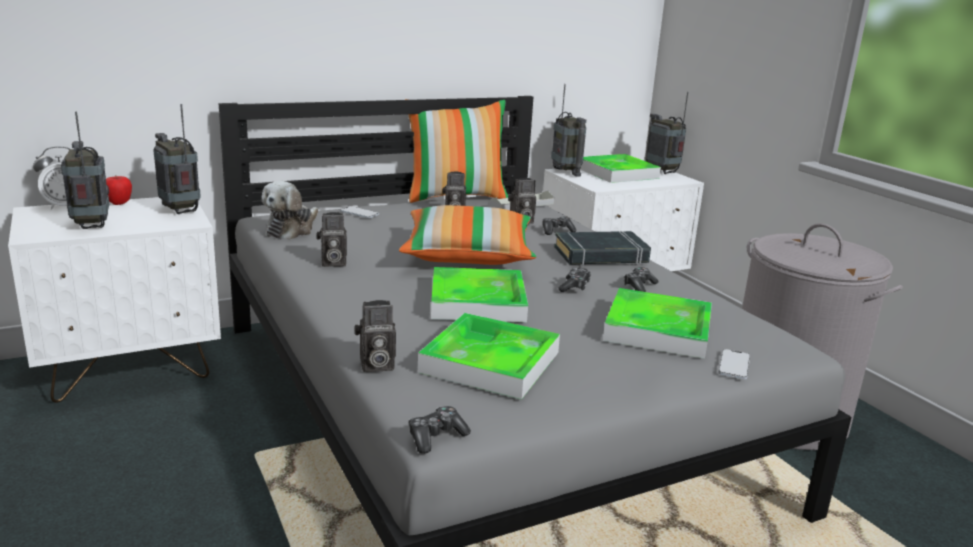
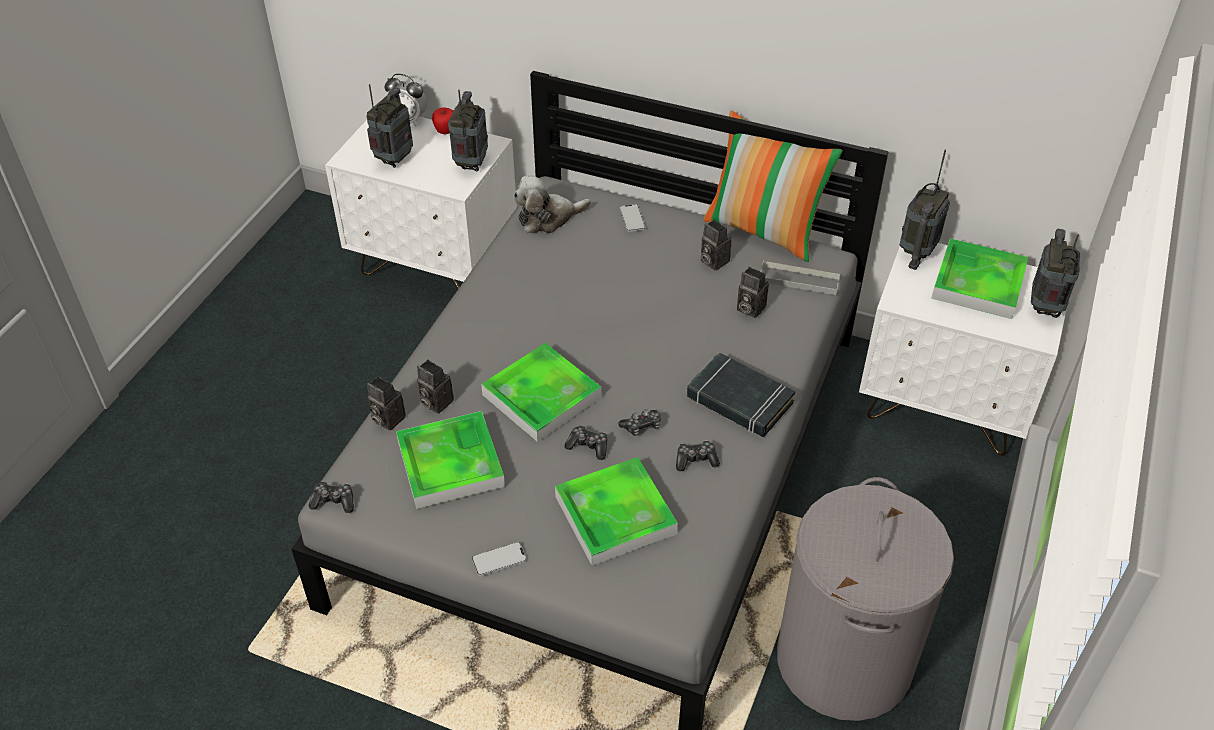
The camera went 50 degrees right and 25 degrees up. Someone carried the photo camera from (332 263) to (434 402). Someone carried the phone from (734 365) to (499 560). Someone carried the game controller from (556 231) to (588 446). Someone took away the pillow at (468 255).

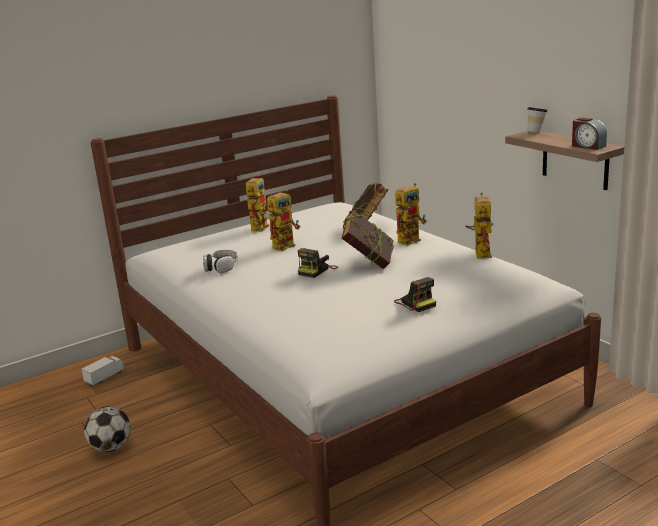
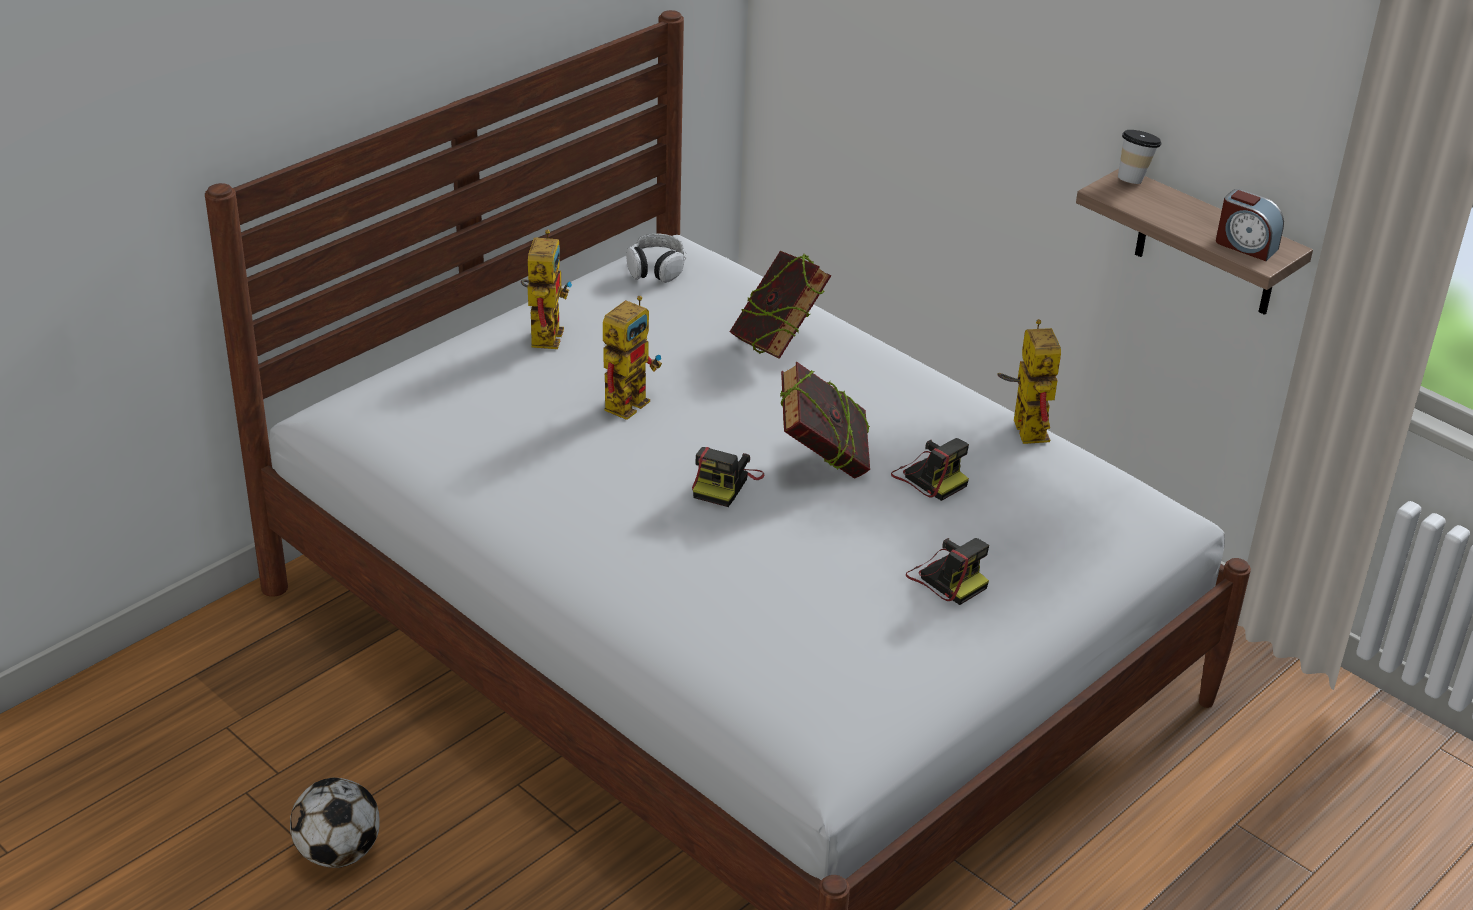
The camera went 15 degrees left and 15 degrees up. Someone carried the headphones from (221 267) to (656 268). Someone put down the photo camera at (929 477). Someone took away the toy truck at (105 376). Someone took away the toy robot at (411 239).

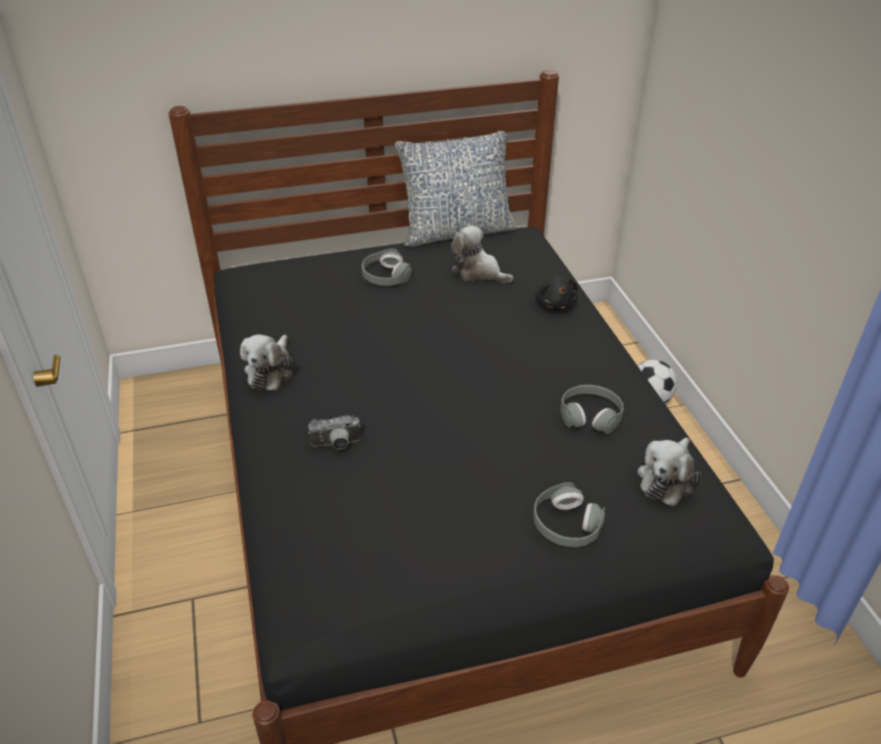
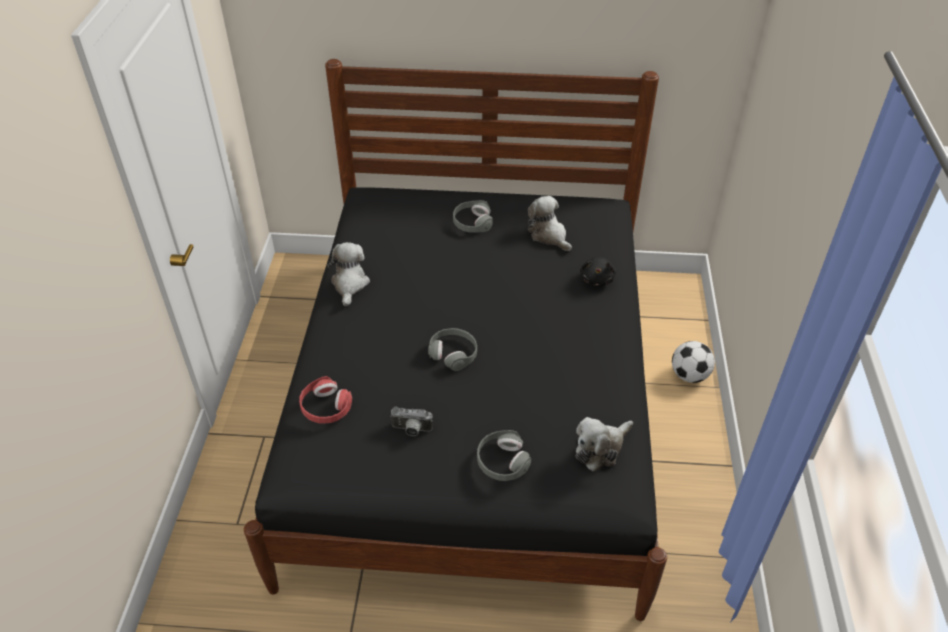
The camera went 20 degrees right and 5 degrees up. Someone put down the headphones (red) at (325 407). Someone rotated the plush toy at (271 371) by 150 degrees clockwise. Someone carried the photo camera from (336 445) to (411 430). Someone carried the headphones (grey) from (590 415) to (453 353). Someone took away the pillow at (456 231).

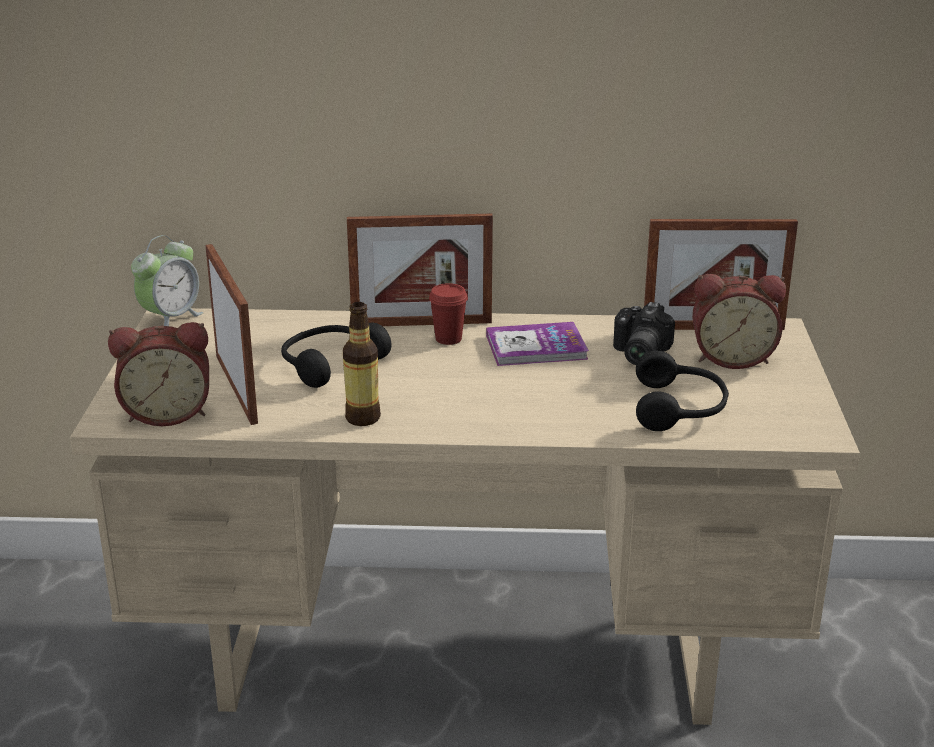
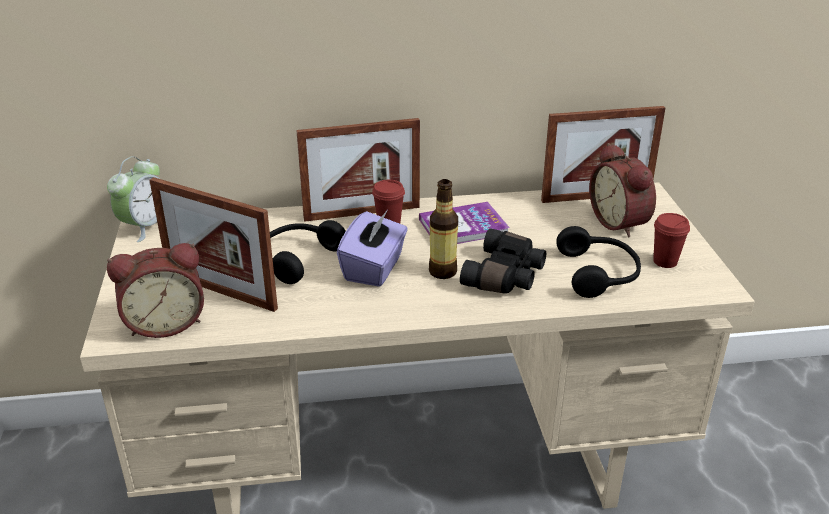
The camera went 10 degrees left and 5 degrees up. Someone rotated the picture frame at (236 388) by 150 degrees clockwise. Someone put down the tissue box (purple) at (374 268). Someone carried the bottle from (363 418) to (442 272). Someone put down the binoculars (black) at (506 276). Someone rotated the alarm clock at (731 358) by 75 degrees clockwise. Someone put down the cup (red) at (665 261). Someone took away the photo camera at (637 353).

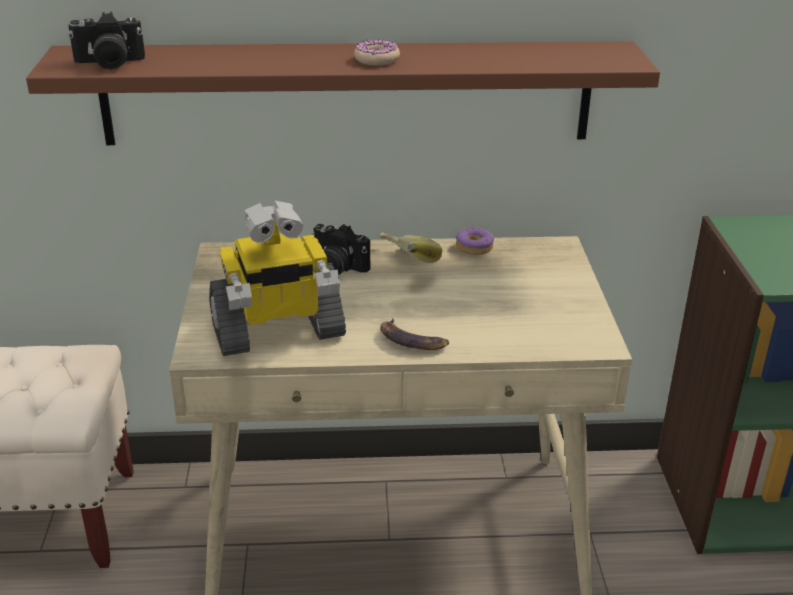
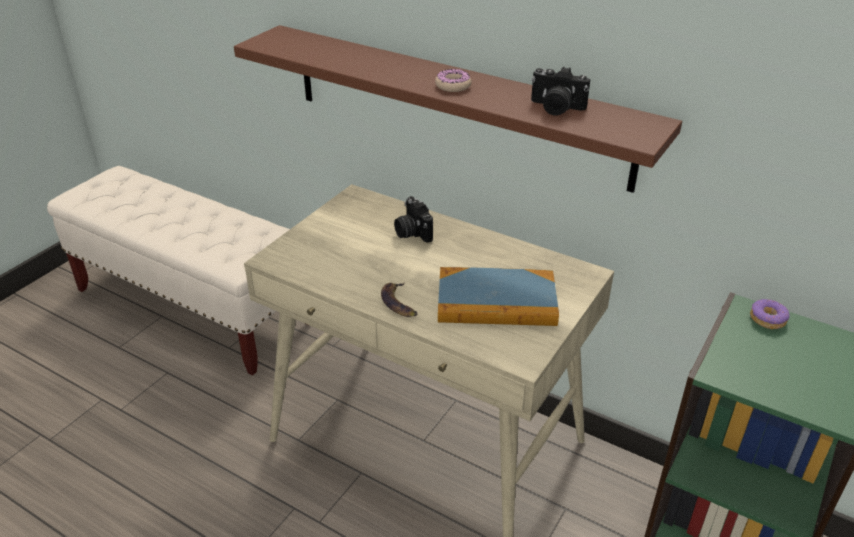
The camera went 35 degrees right and 5 degrees up. Someone put down the book at (496 302). Someone carried the photo camera from (109 63) to (555 108). Someone carried the donut from (474 248) to (768 319). Someone took away the toy robot at (277 331). Someone took away the banana at (404 266).

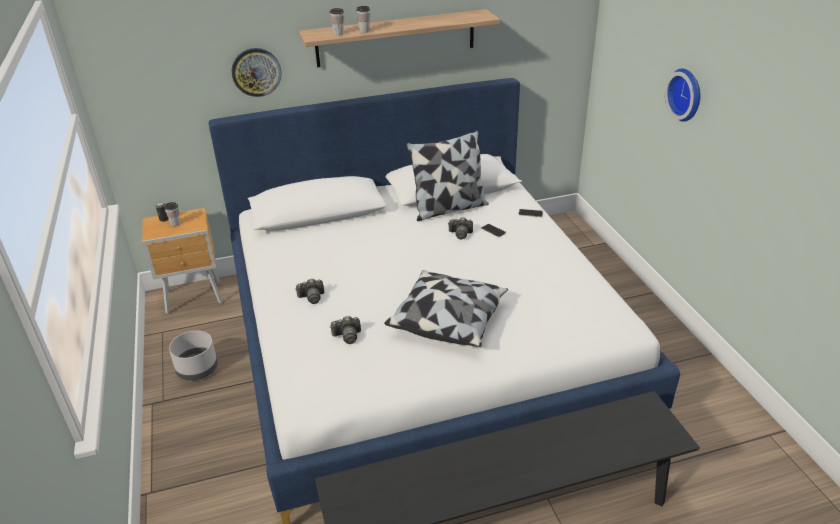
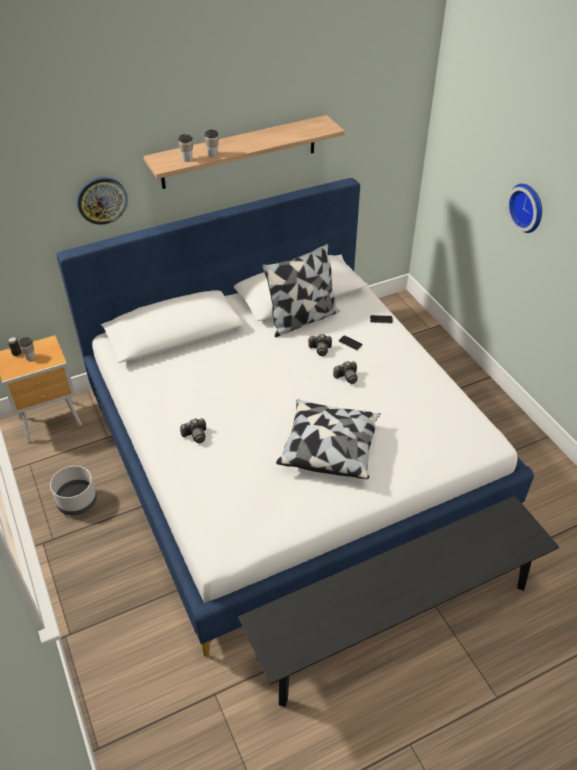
The camera went 10 degrees left and 10 degrees up. Someone carried the photo camera from (347 336) to (346 377).

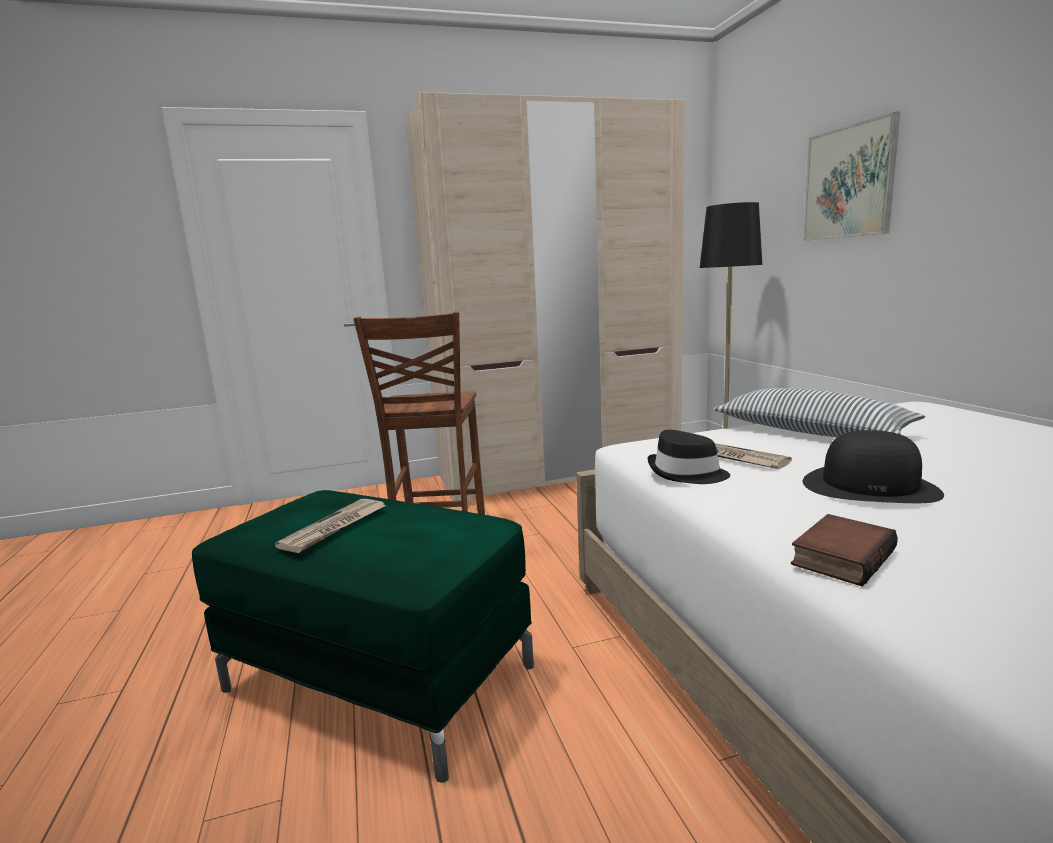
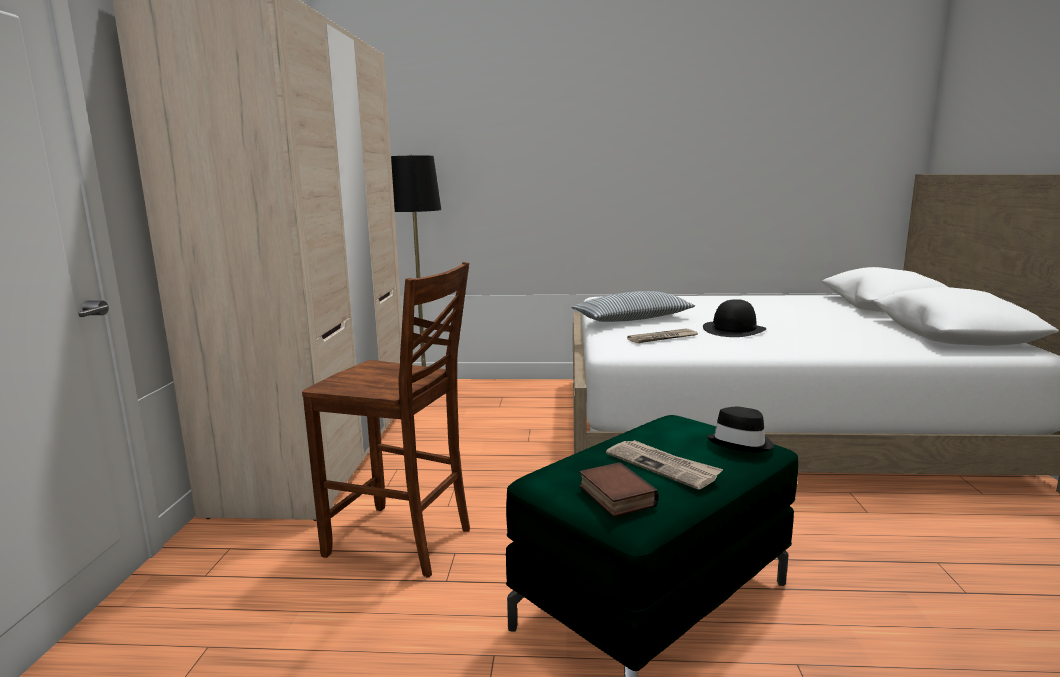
The camera went 70 degrees left and 0 degrees up. Someone carried the book from (840 556) to (614 496). Someone carried the hat (black) from (687 473) to (741 443). Someone took away the picture at (849 182).

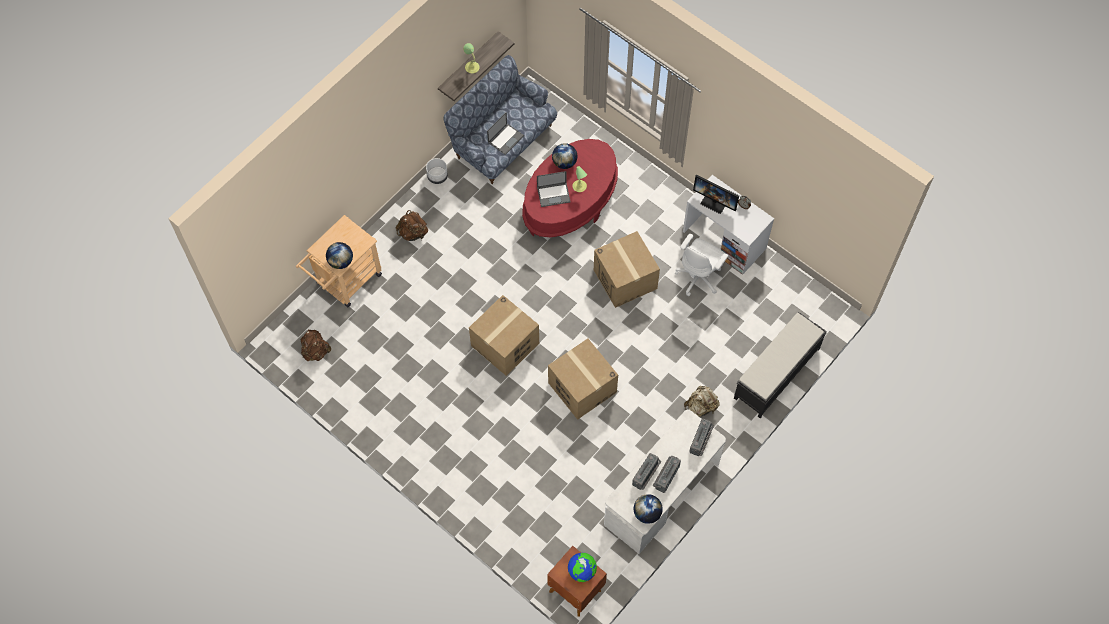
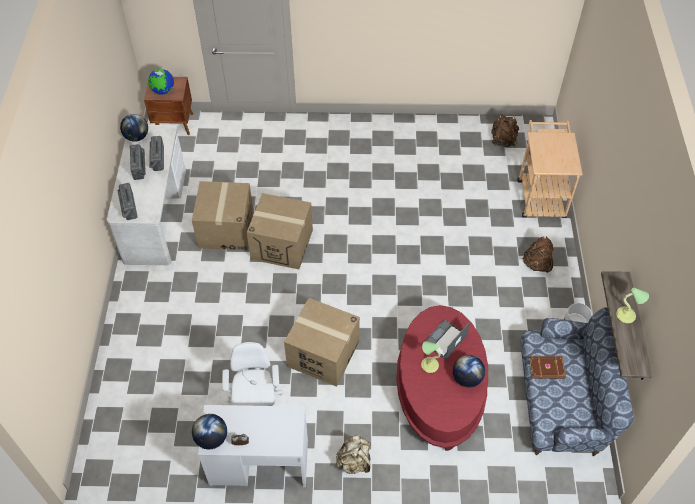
The camera went 140 degrees right and 10 degrees down. Someone carried the cardboard box from (505 345) to (226 229). Someone carried the globe from (341 261) to (211 438). Someone carried the backpack (beige) from (701 406) to (354 461). Someone swapped the laptop at (506 138) for the book (brown) at (547 369). Someone took away the monitor at (715 201). Someone took away the bench (black) at (776 374).

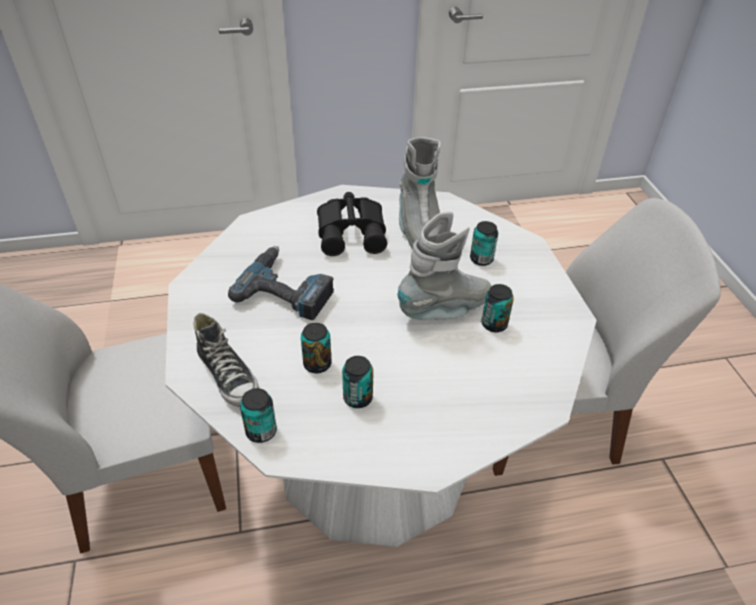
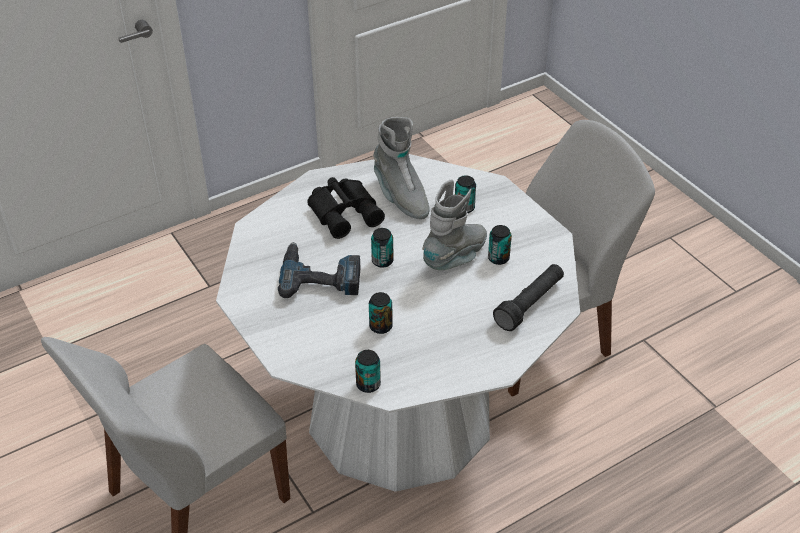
The camera went 20 degrees left and 0 degrees up. Someone carried the can from (358 398) to (382 261). Someone put down the flashlight (black) at (530 304). Someone took away the shoe at (229 376).

